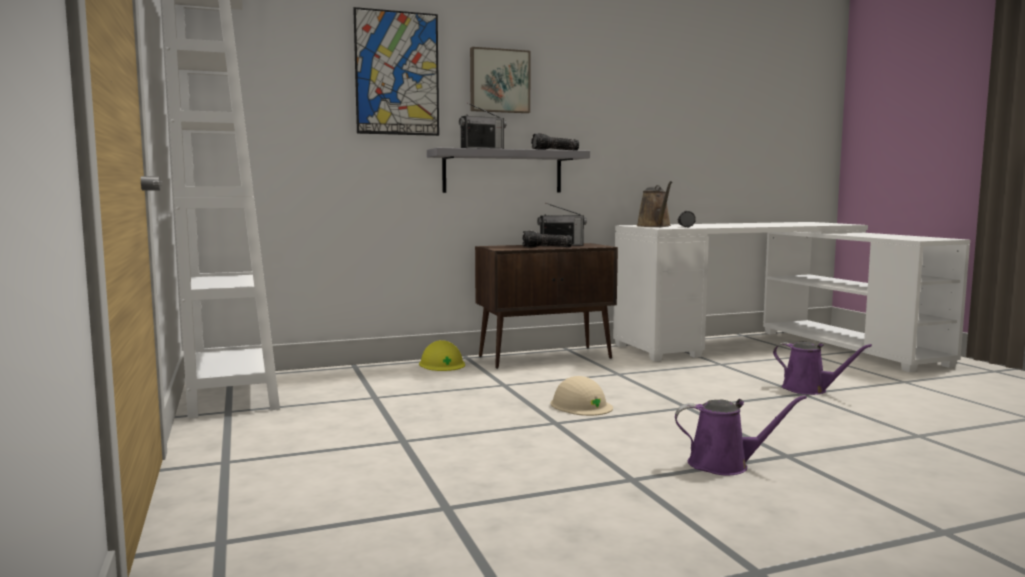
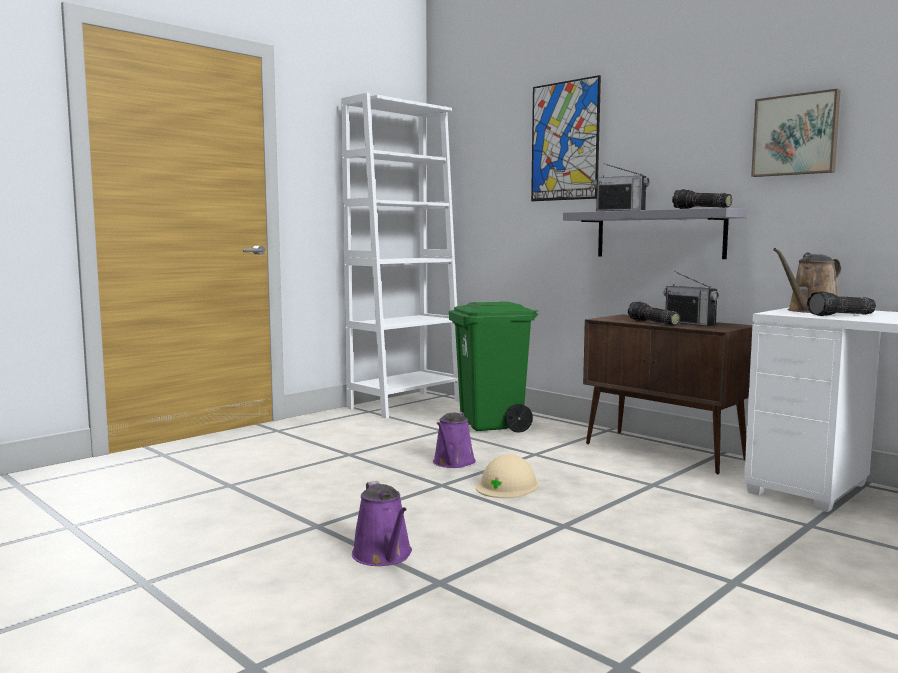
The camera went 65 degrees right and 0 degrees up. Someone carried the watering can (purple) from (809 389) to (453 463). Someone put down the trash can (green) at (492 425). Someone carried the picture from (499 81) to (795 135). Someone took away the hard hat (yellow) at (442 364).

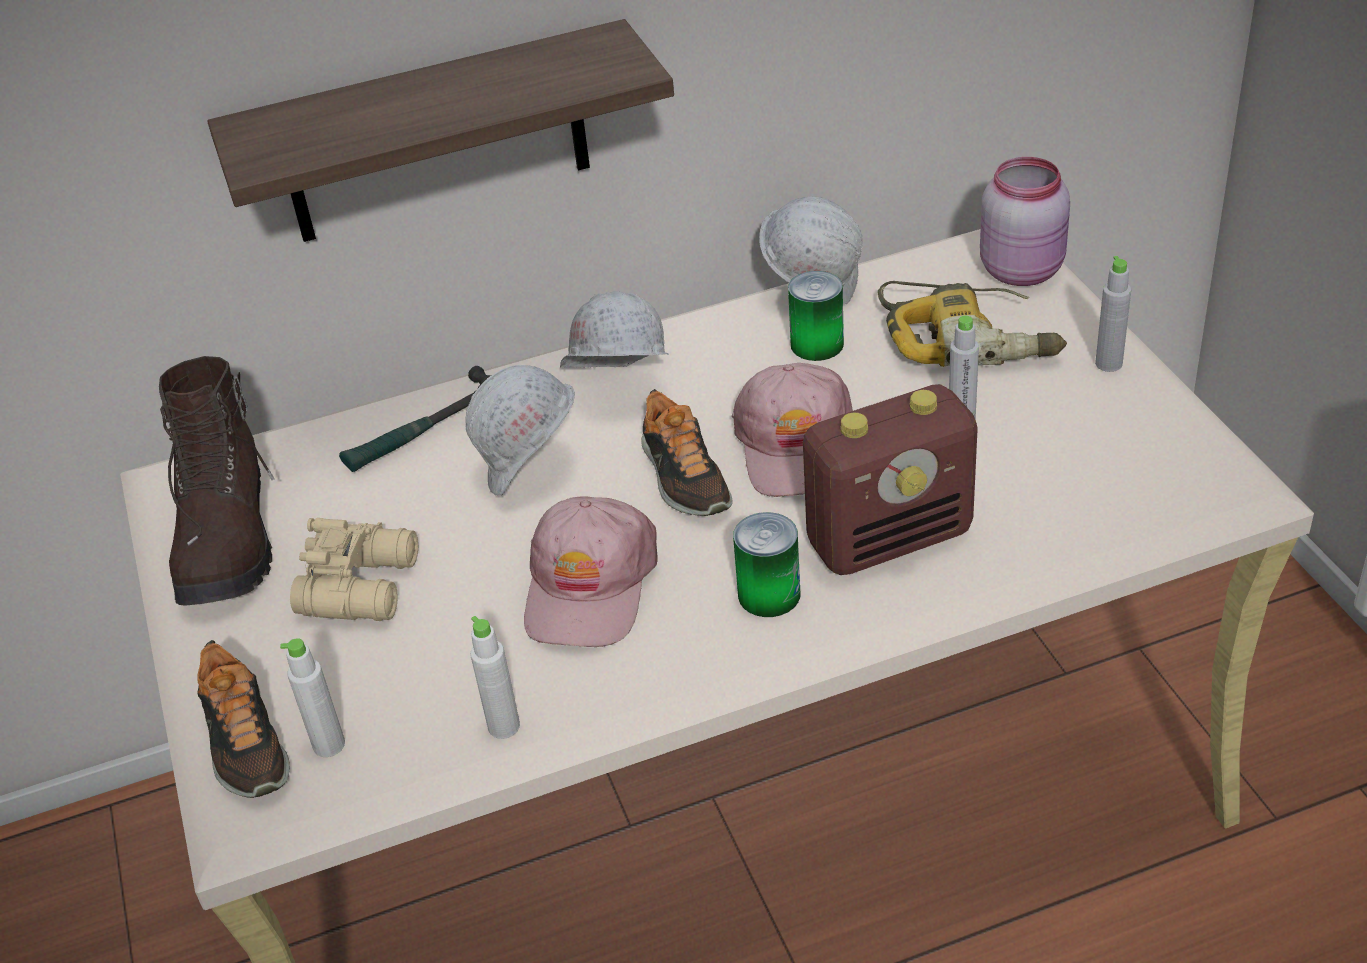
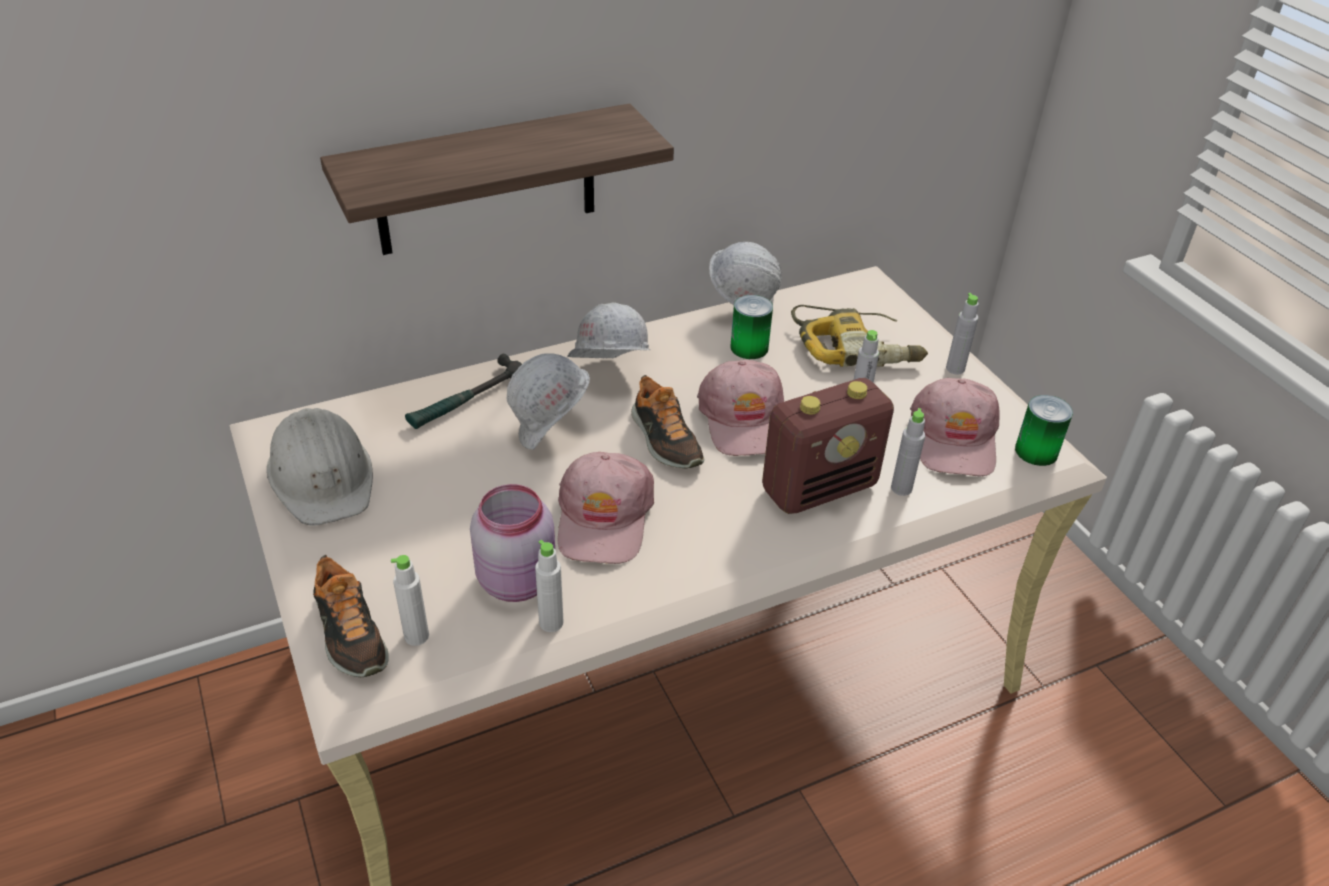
The camera went 10 degrees left and 0 degrees up. Someone swapped the boot (brown) at (229 537) for the hard hat (white) at (322 476). Someone carried the jar (pink) from (1023 269) to (518 579). Someone put down the bottle (grey) at (901 488). Someone put down the cap (pink) at (954 438). Someone carried the can from (769 594) to (1036 451). Someone took away the binoculars (beige) at (363 584).

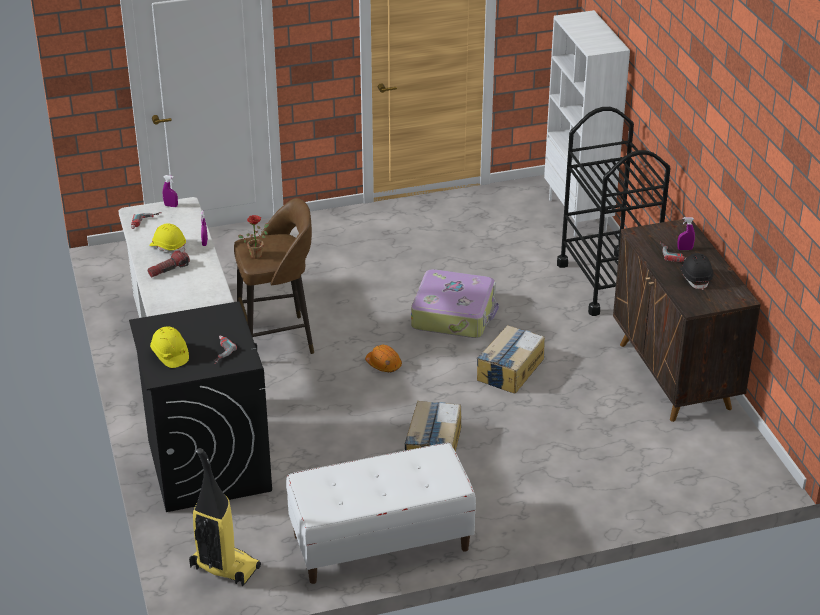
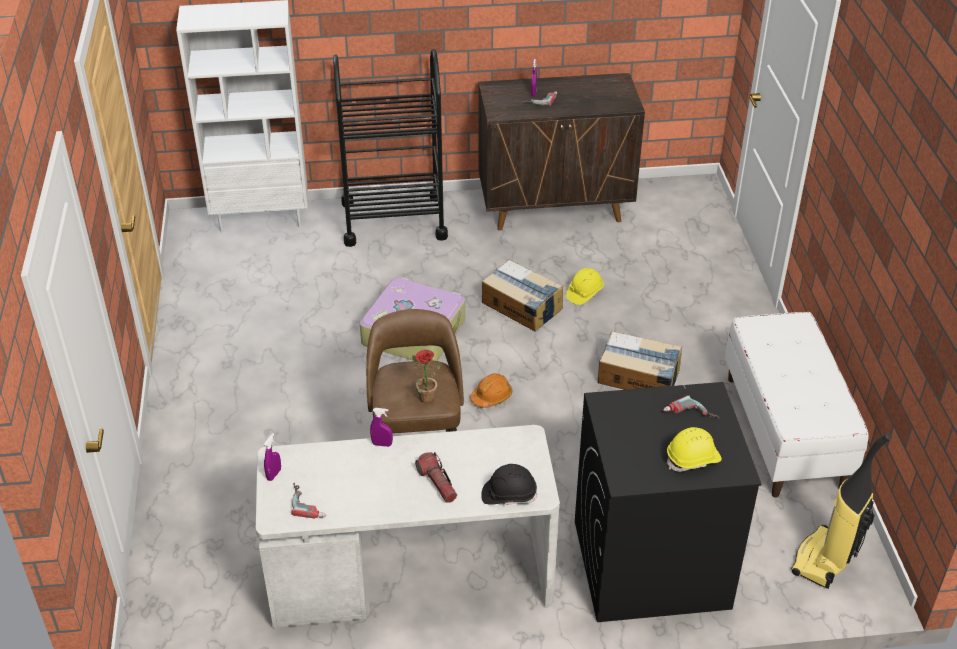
The camera went 80 degrees left and 5 degrees up. Someone carried the hard hat (black) from (695 278) to (508 495). Someone carried the hard hat (yellow) from (168 247) to (584 293).

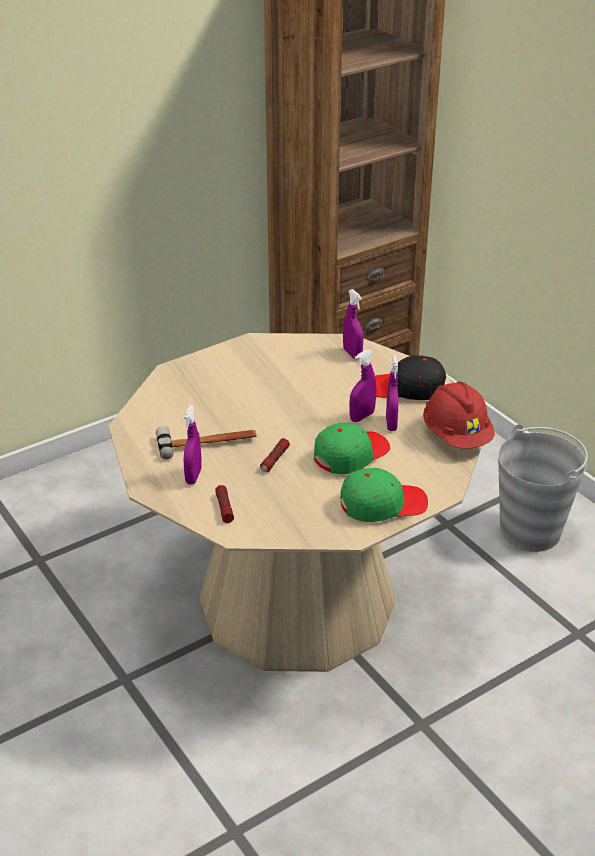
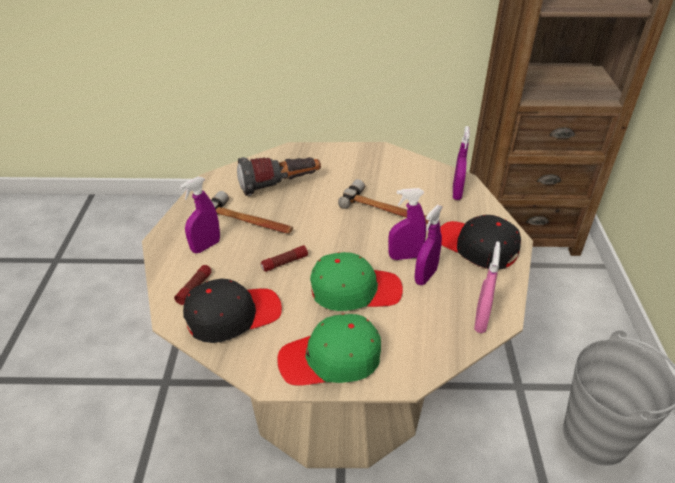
The camera went 35 degrees right and 5 degrees up. Someone put down the cap (black) at (233 315). Someone put down the flashlight at (280 186). Someone rotated the cap (green) at (382 504) by 150 degrees clockwise. Someone put down the hammer at (386 211). Someone swapped the hard hat (red) at (456 436) for the spray bottle (pink) at (480 321).

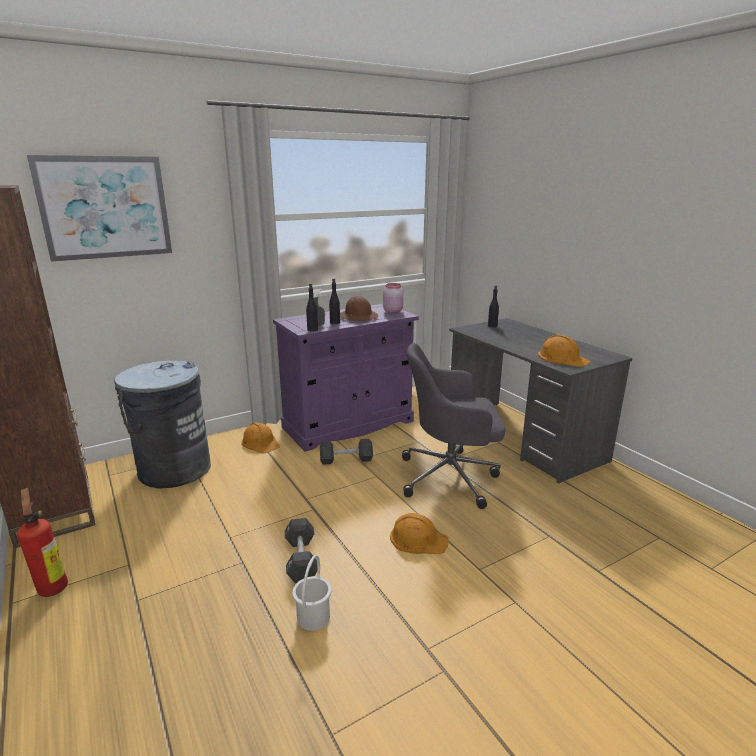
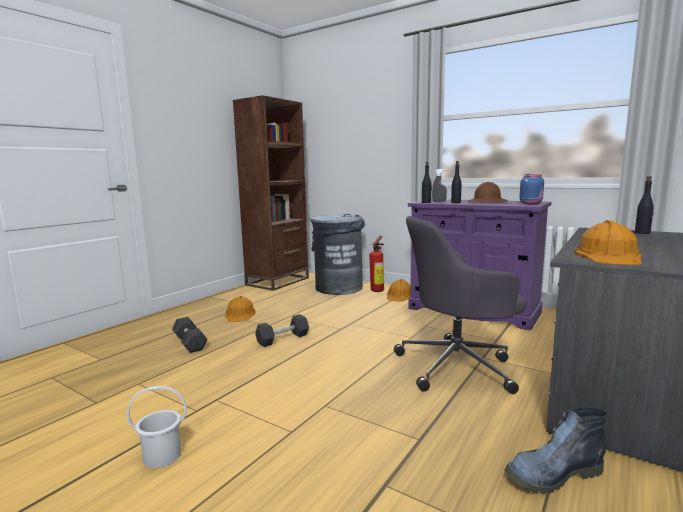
The camera went 65 degrees right and 10 degrees down. Someone carried the bucket (white) from (312 617) to (162 455). Someone carried the dumbbell (black) from (346 460) to (190 343). Someone carried the hard hat (orange) from (418 539) to (240 314). Someone carried the fire extinguisher from (53 586) to (378 290). Someone rotated the office chair (grey) at (451 477) by 75 degrees counterclockwise. Someone put down the boot at (553 476). Someone repainted the jar (pink) at (393 311), which became the jar (blue) at (531 203). Someone took away the picture at (105 208).

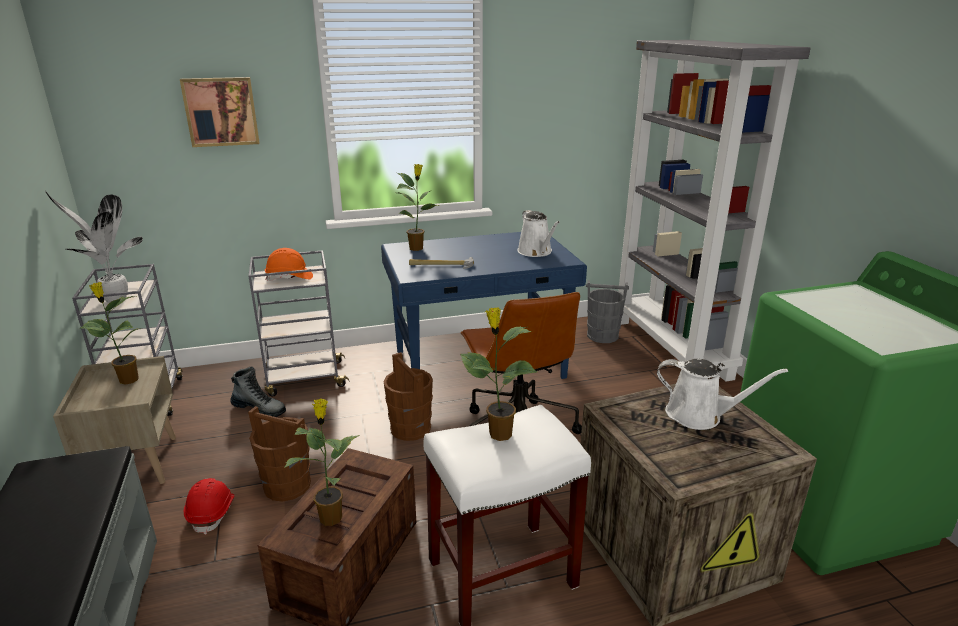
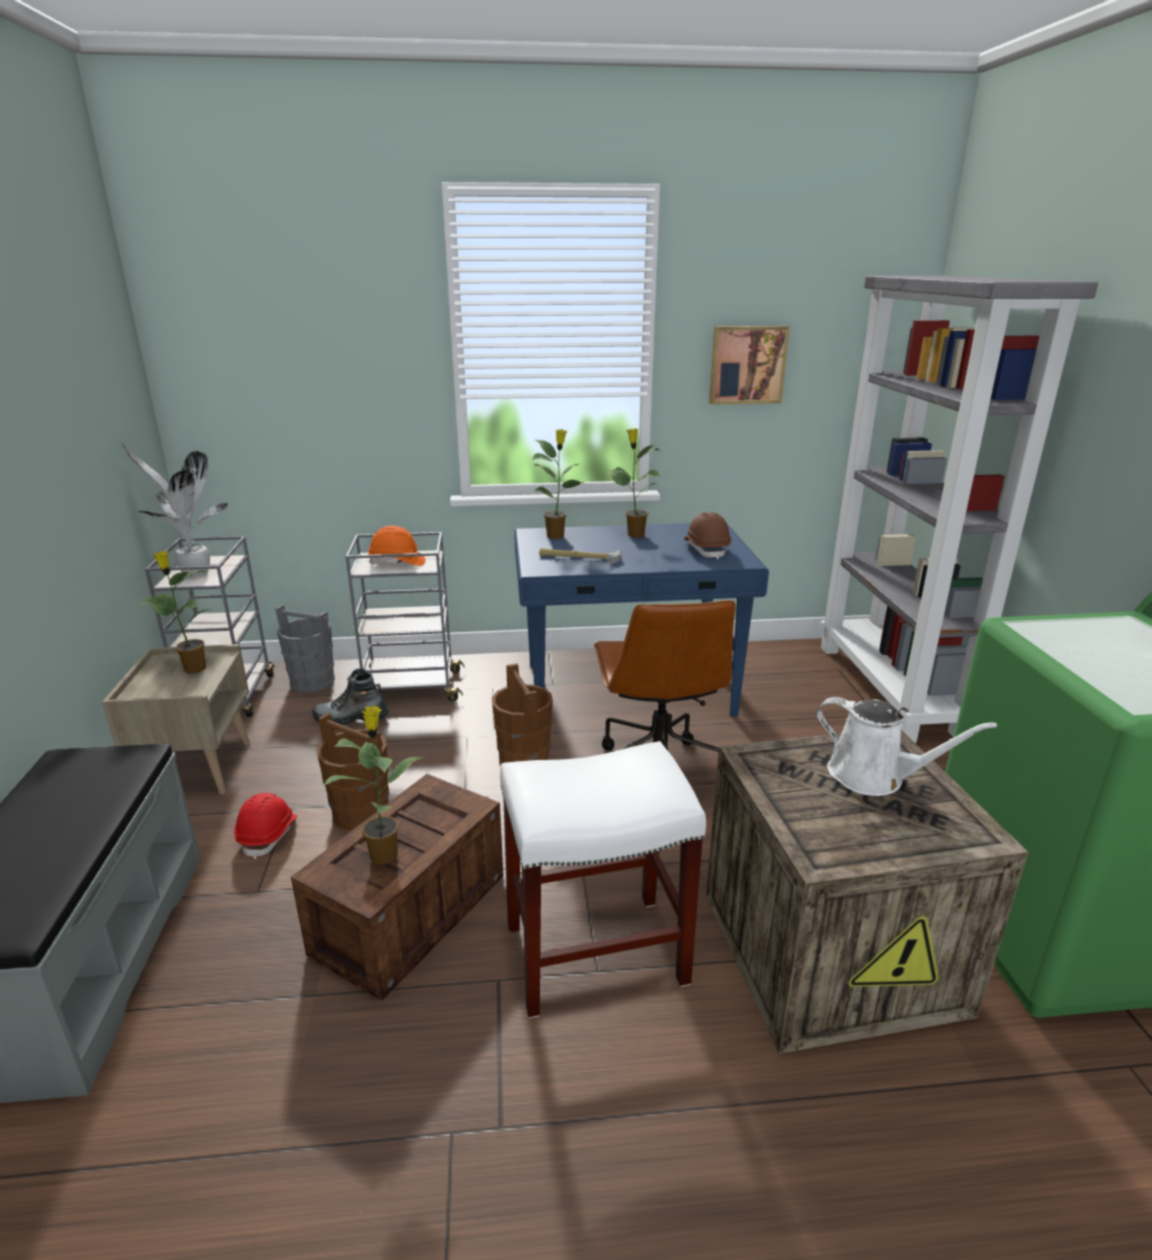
The camera went 10 degrees right and 0 degrees up. Someone carried the bucket (grey) from (602 336) to (312 681). Someone rotated the boot at (259 409) by 150 degrees clockwise. Someone carried the potted plant from (498 434) to (634 535). Someone swapped the watering can (white) at (536 252) for the hard hat (brown) at (706 549). Someone carried the picture from (221 111) to (747 364).

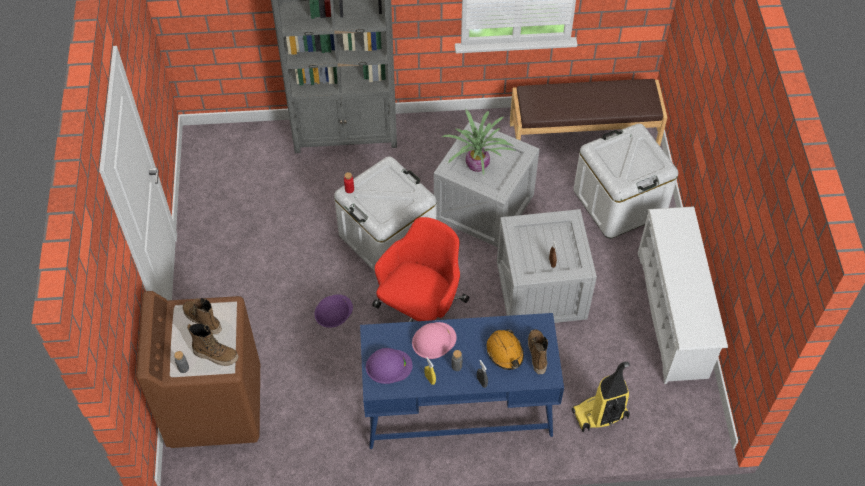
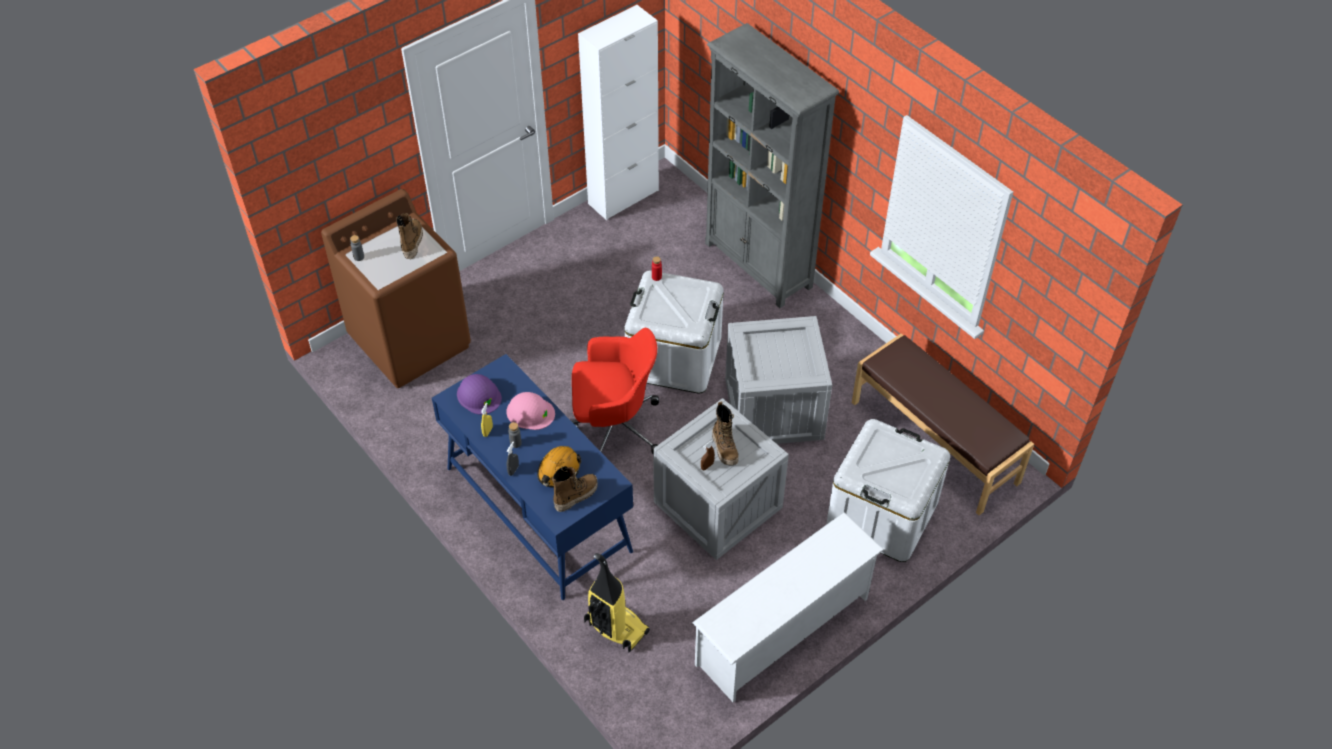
The camera went 55 degrees right and 5 degrees down. Someone put down the cabinet (white) at (623 197). Someone carried the boot from (216 355) to (725 448). Someone took away the hard hat (purple) at (333 311). Someone took away the potted plant at (478 164).

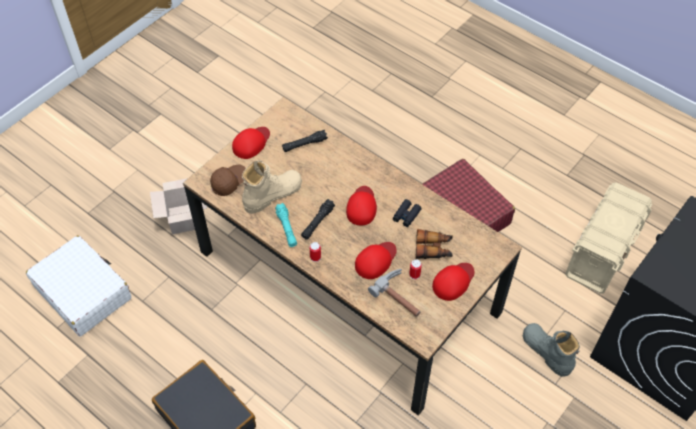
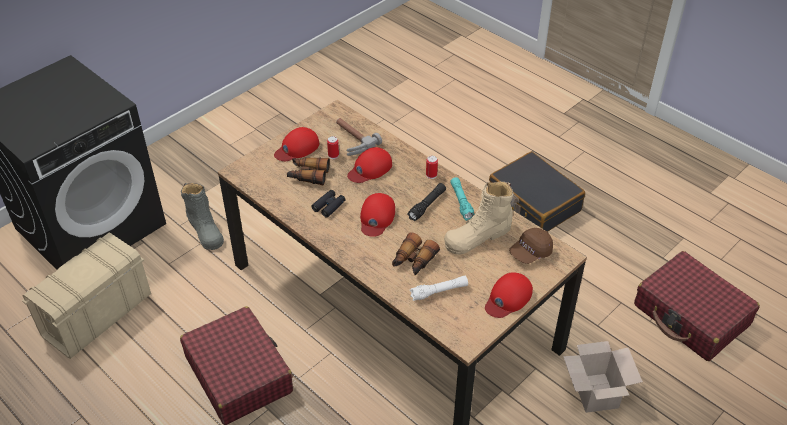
The camera went 175 degrees left and 10 degrees down. Someone put down the binoculars at (413 261). Someone repainted the flashlight (black) at (304 144), which became the flashlight (white) at (439 291). Someone repainted the suitcase (white) at (83 292), which became the suitcase (red) at (691 316).

